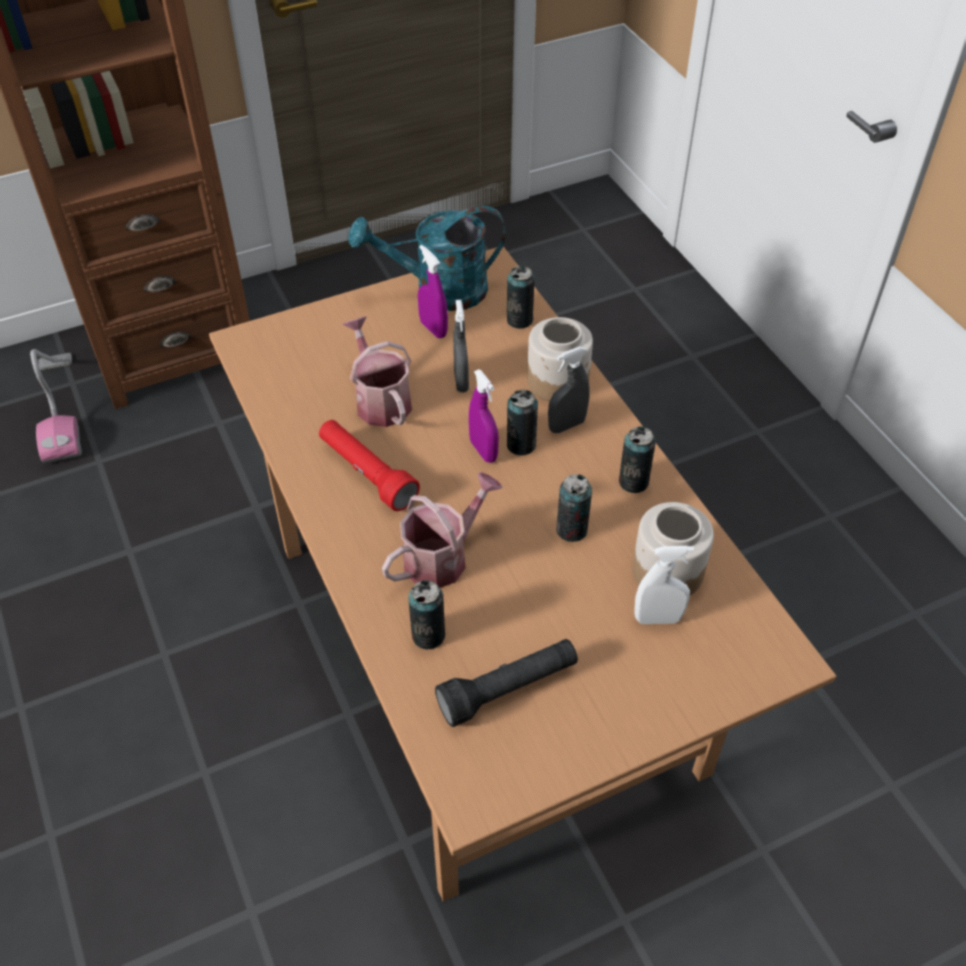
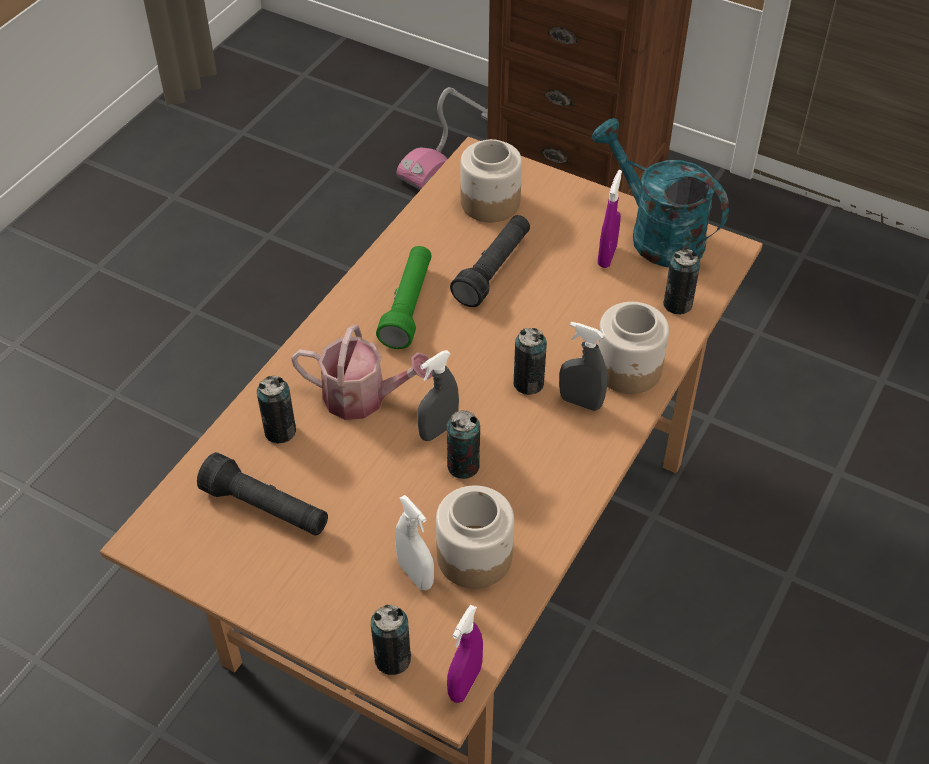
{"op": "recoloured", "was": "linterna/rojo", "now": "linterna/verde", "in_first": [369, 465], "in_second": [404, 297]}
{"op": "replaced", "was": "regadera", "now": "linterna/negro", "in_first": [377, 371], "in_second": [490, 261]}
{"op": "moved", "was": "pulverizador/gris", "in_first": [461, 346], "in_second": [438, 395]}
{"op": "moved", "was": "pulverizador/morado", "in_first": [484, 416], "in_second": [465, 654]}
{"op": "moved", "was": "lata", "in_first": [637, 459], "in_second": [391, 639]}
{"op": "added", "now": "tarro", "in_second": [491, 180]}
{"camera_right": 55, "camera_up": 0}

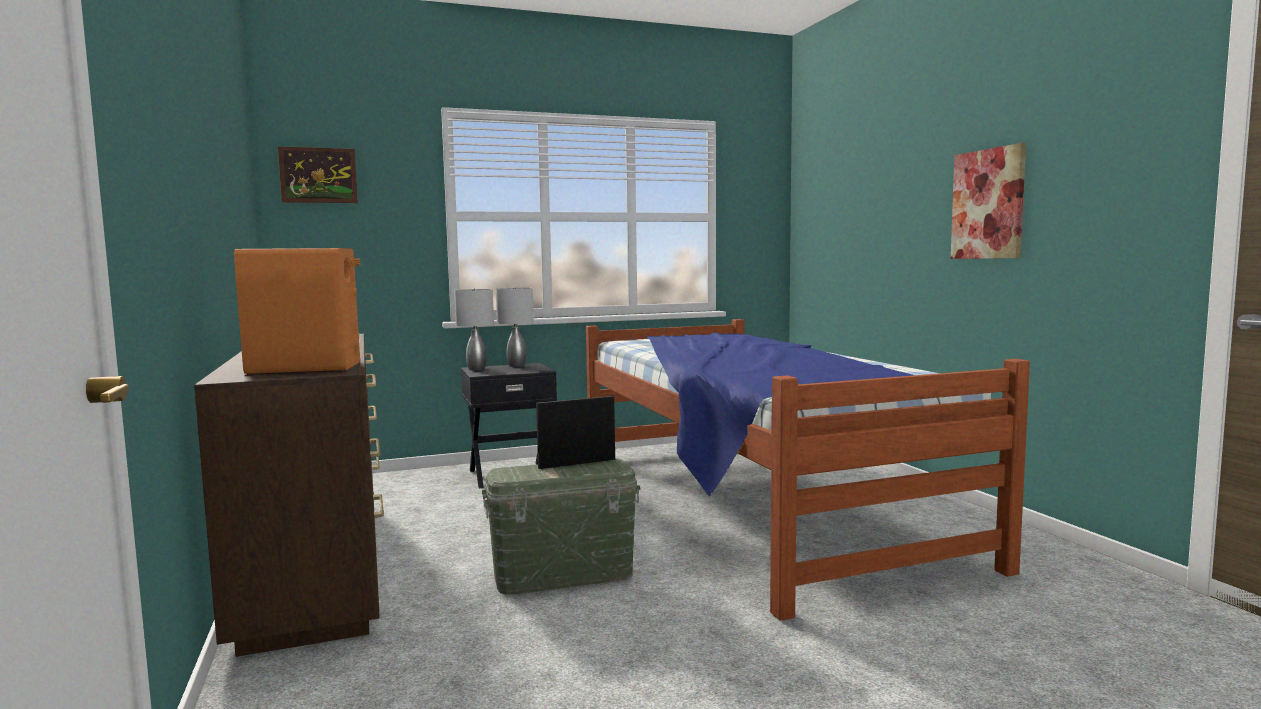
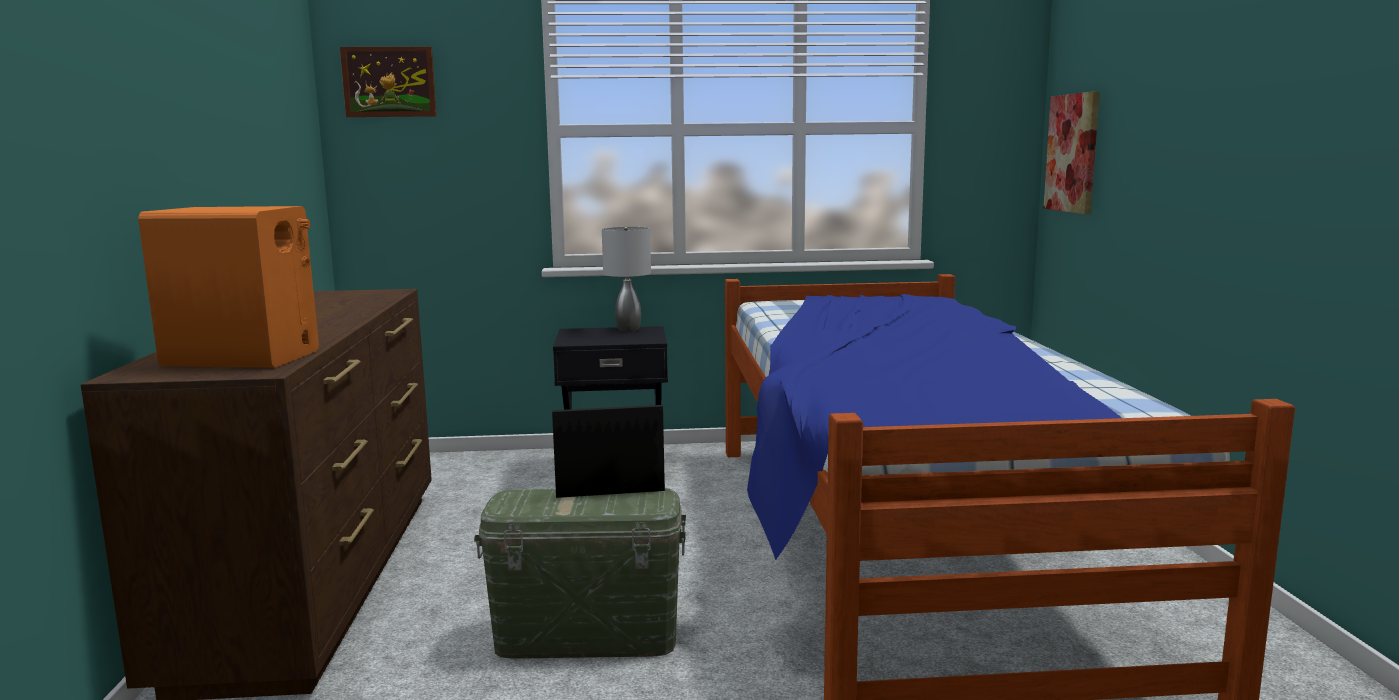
{"op": "removed", "was": "lámpara de mesa/gris", "in_first": [474, 329]}
{"op": "moved", "was": "cuadro", "in_first": [988, 201], "in_second": [1071, 152]}
{"camera_right": 15, "camera_up": 5}

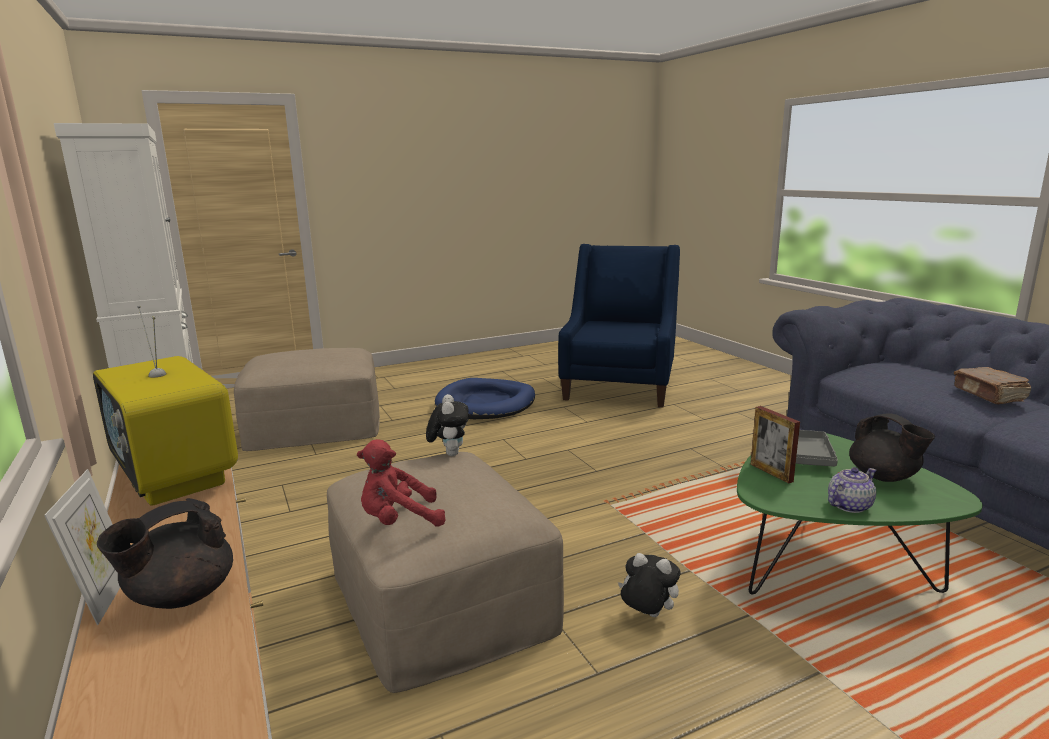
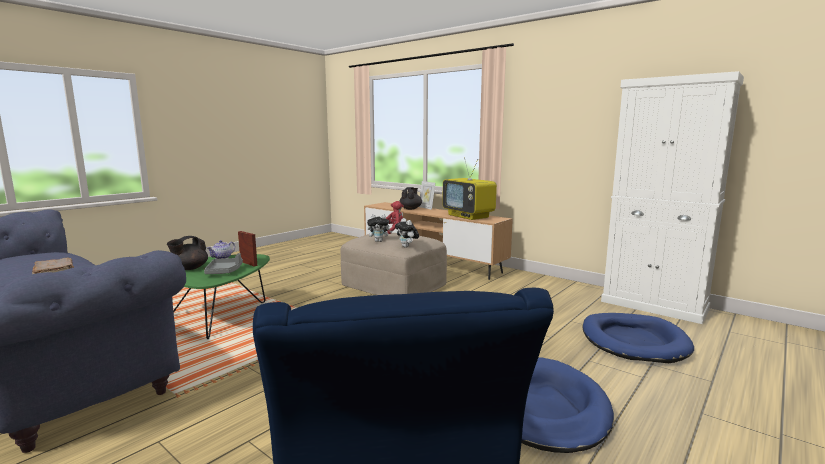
{"op": "turned", "was": "televisor", "in_first": [165, 405], "in_second": [469, 188], "clockwise": -150}
{"op": "replaced", "was": "puf/beis", "now": "cama para perro/azul", "in_first": [307, 399], "in_second": [638, 338]}
{"op": "moved", "was": "peluche", "in_first": [649, 585], "in_second": [379, 228]}
{"op": "turned", "was": "tetera/negro", "in_first": [892, 447], "in_second": [187, 253], "clockwise": -90}
{"camera_right": 155, "camera_up": -5}

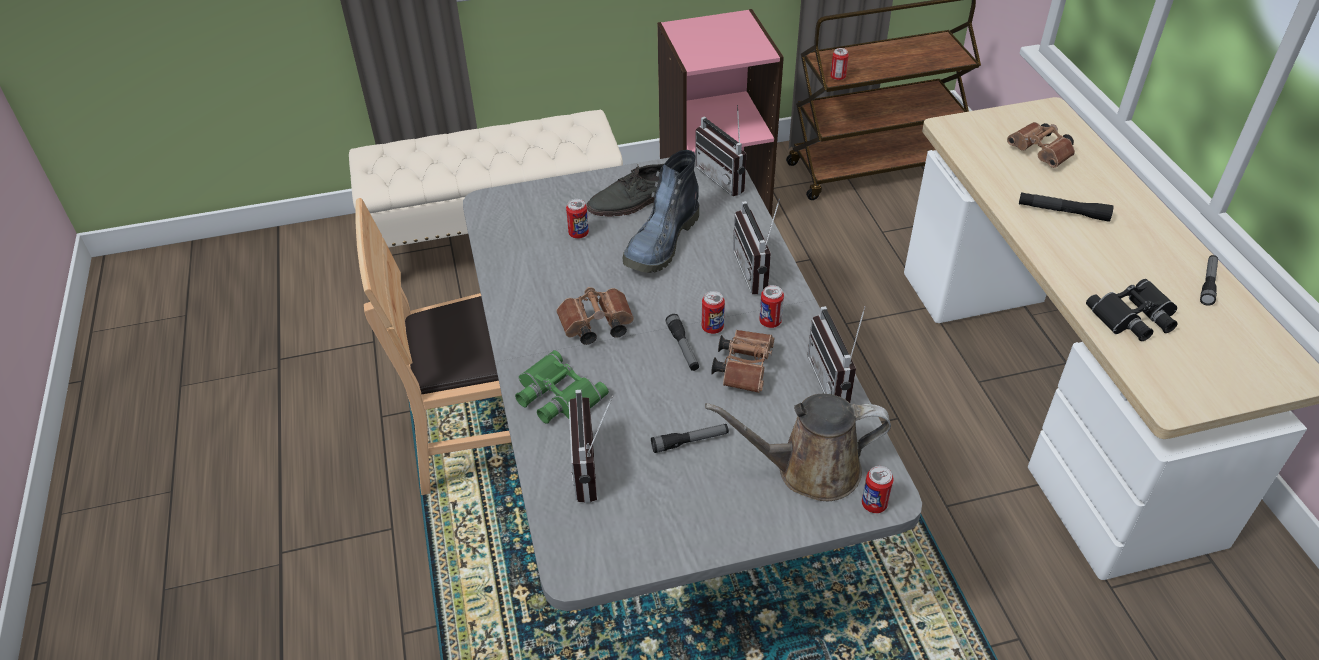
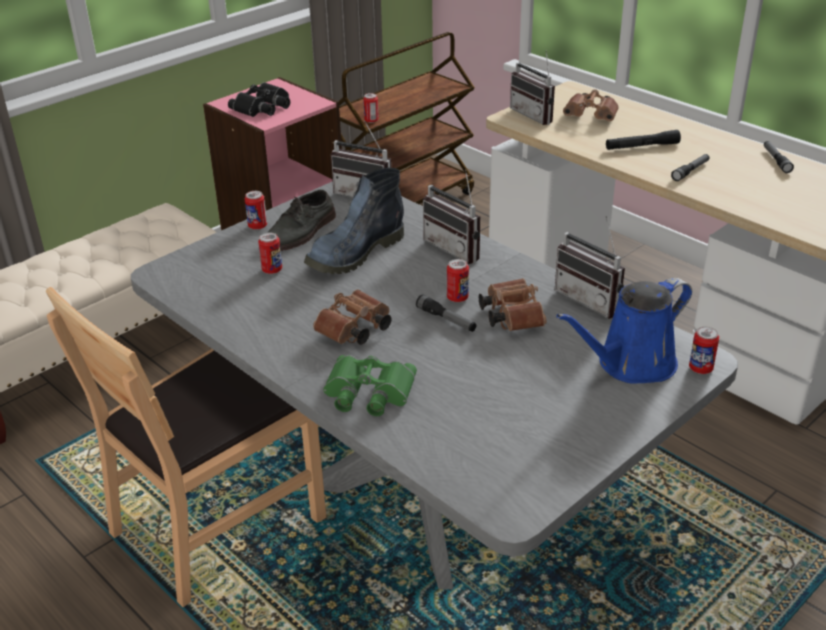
{"op": "moved", "was": "radio", "in_first": [590, 446], "in_second": [532, 87]}
{"op": "turned", "was": "bota", "in_first": [660, 211], "in_second": [354, 221], "clockwise": 45}
{"op": "moved", "was": "linterna", "in_first": [690, 438], "in_second": [690, 167]}
{"op": "recoloured", "was": "regadera/marrón", "now": "regadera/azul", "in_first": [798, 447], "in_second": [624, 331]}
{"op": "moved", "was": "lata", "in_first": [771, 306], "in_second": [256, 210]}
{"op": "moved", "was": "prismáticos/negro", "in_first": [1132, 310], "in_second": [259, 99]}
{"camera_right": -30, "camera_up": -10}

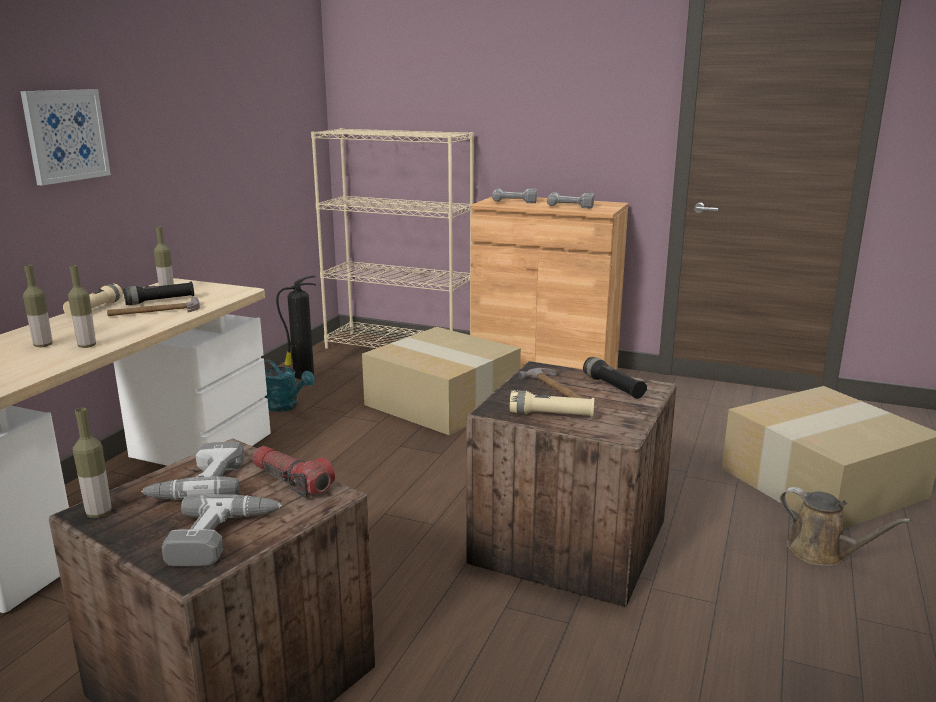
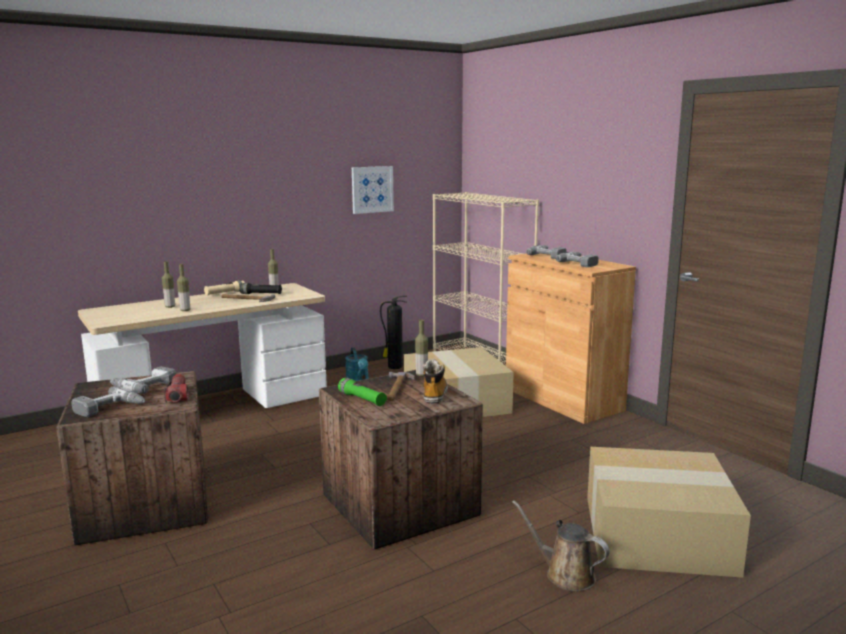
{"op": "moved", "was": "cuadro", "in_first": [65, 137], "in_second": [373, 190]}
{"op": "moved", "was": "botella", "in_first": [92, 463], "in_second": [421, 348]}
{"op": "recoloured", "was": "linterna/beis", "now": "linterna/verde", "in_first": [552, 403], "in_second": [362, 392]}
{"op": "replaced", "was": "linterna/negro", "now": "bota", "in_first": [615, 378], "in_second": [435, 381]}
{"op": "turned", "was": "regadera/marrón", "in_first": [845, 526], "in_second": [561, 546], "clockwise": 135}
{"camera_right": 35, "camera_up": -5}

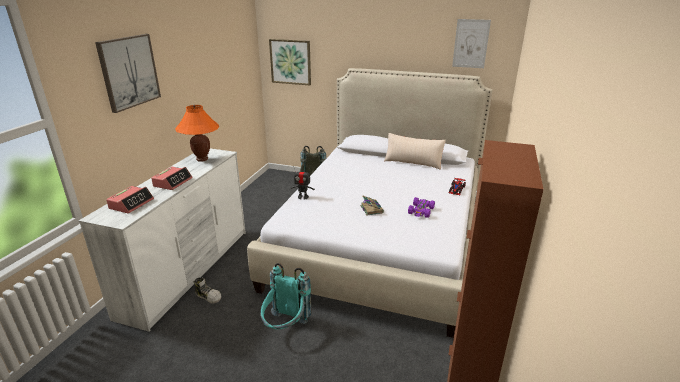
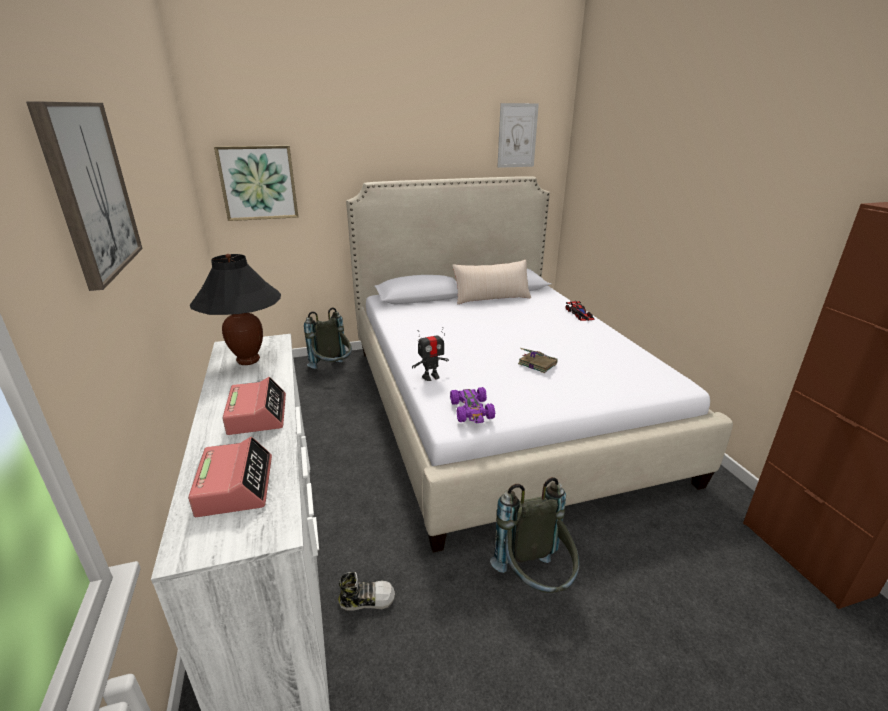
{"op": "recoloured", "was": "lámpara de mesa/naranja", "now": "lámpara de mesa/negro", "in_first": [197, 133], "in_second": [235, 309]}
{"op": "recoloured", "was": "mochila/turquesa", "now": "mochila/gris", "in_first": [285, 296], "in_second": [534, 535]}
{"op": "moved", "was": "coche de juguete/morado", "in_first": [421, 207], "in_second": [472, 405]}
{"camera_right": -35, "camera_up": 0}

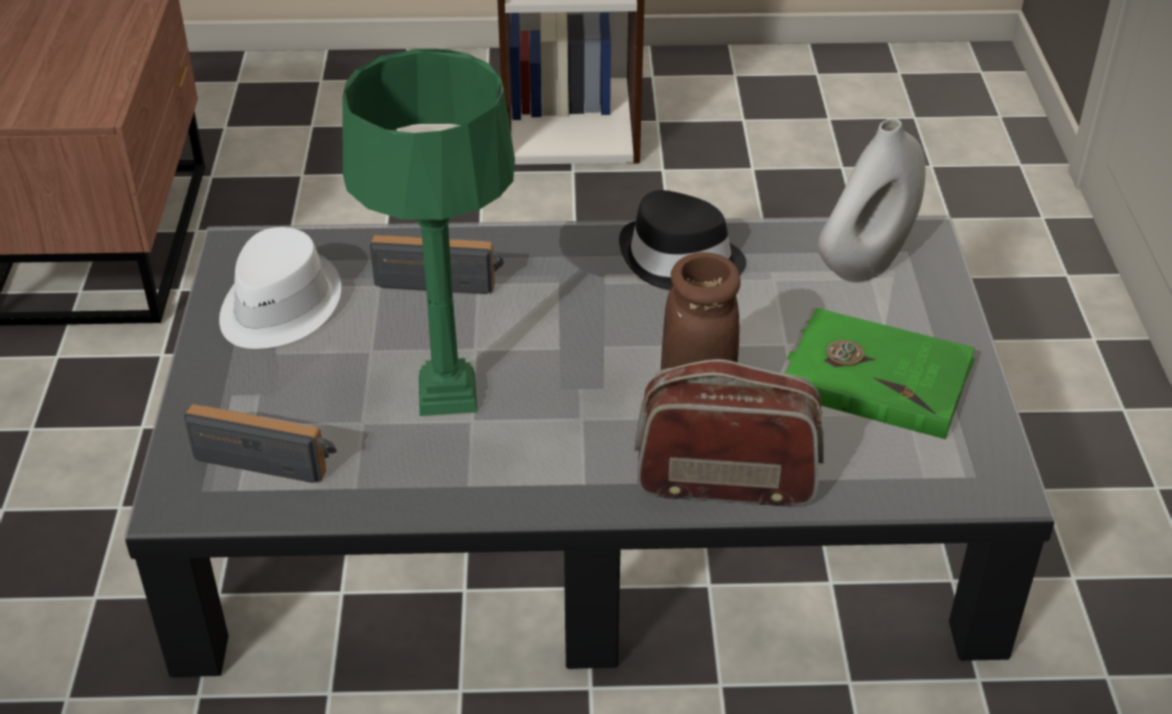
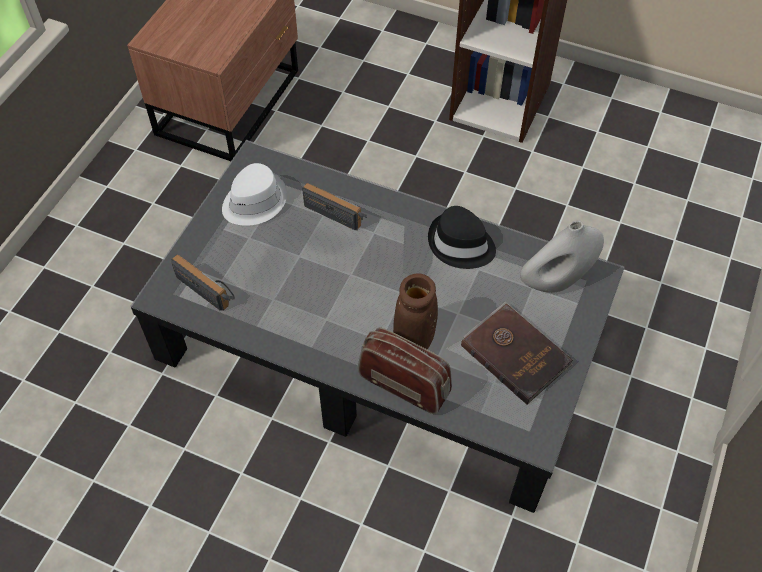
{"op": "removed", "was": "lámpara de mesa/verde", "in_first": [428, 232]}
{"op": "recoloured", "was": "libro/verde", "now": "libro/marrón", "in_first": [878, 373], "in_second": [517, 352]}
{"camera_right": 25, "camera_up": 15}

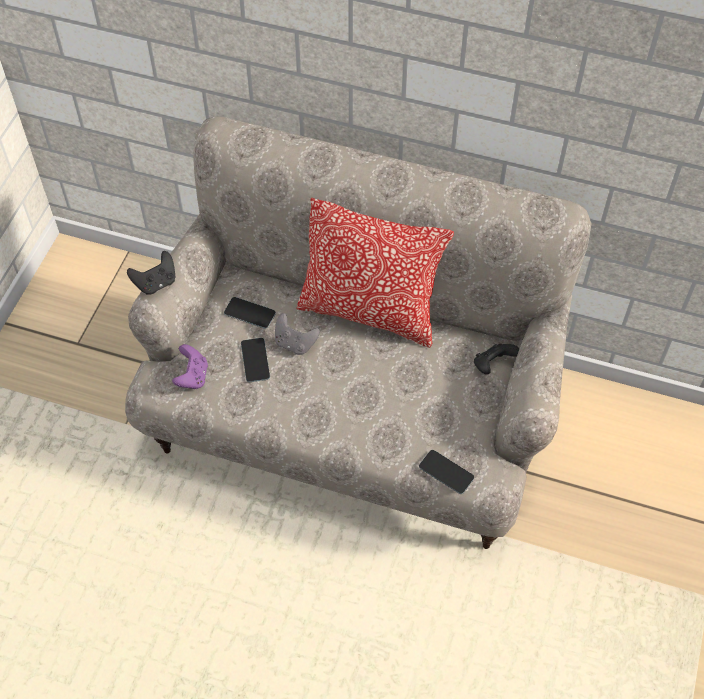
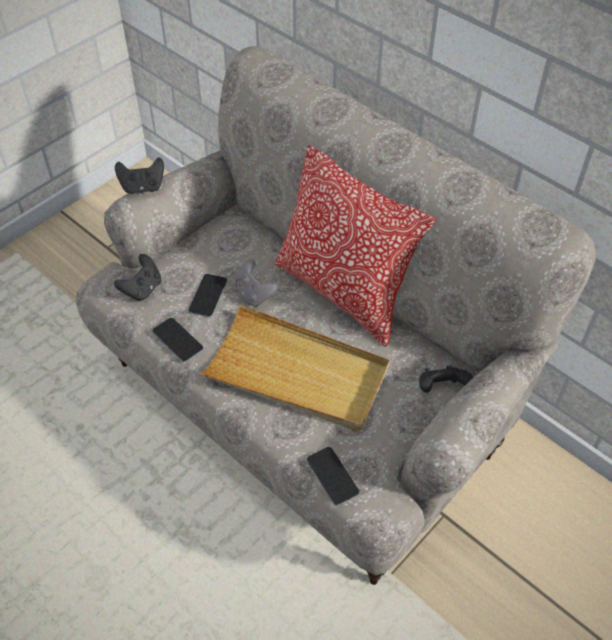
{"op": "recoloured", "was": "mando de consola/morado", "now": "mando de consola/negro", "in_first": [190, 366], "in_second": [137, 277]}
{"op": "moved", "was": "móvil", "in_first": [250, 313], "in_second": [178, 340]}
{"op": "added", "now": "bandeja/beis", "in_second": [294, 367]}
{"camera_right": 25, "camera_up": -5}

